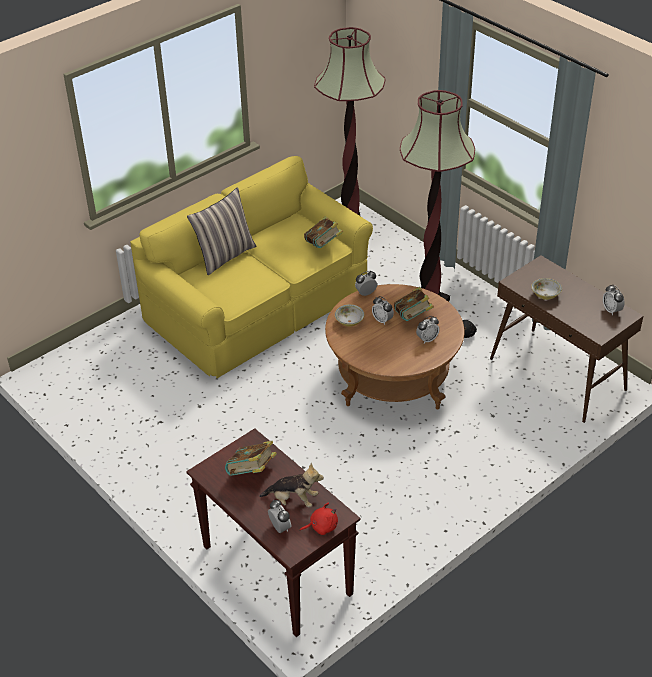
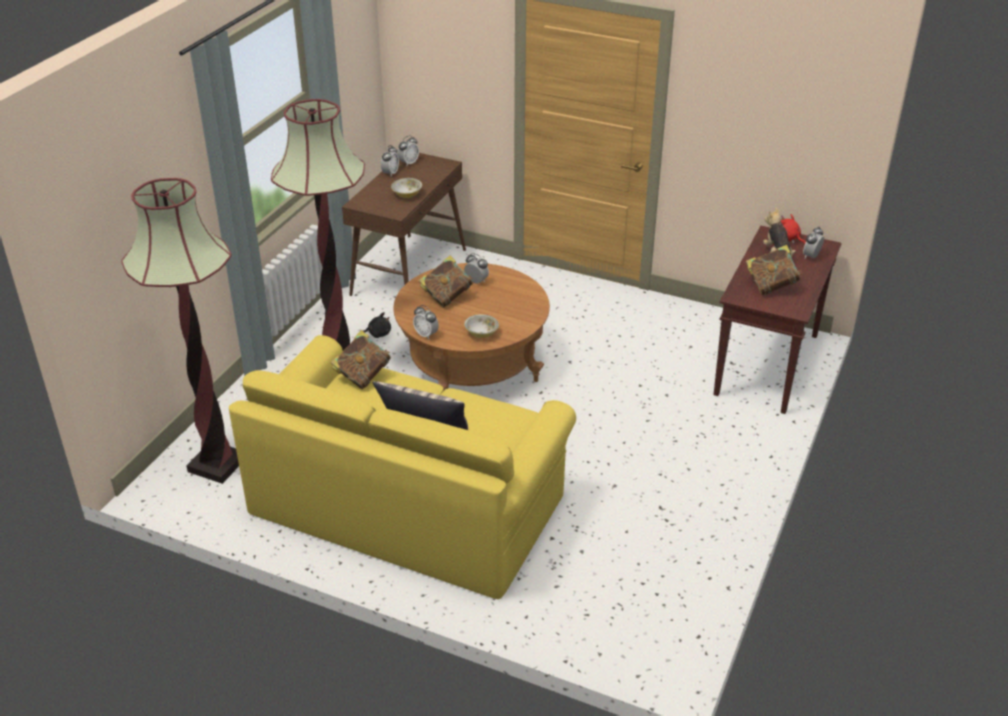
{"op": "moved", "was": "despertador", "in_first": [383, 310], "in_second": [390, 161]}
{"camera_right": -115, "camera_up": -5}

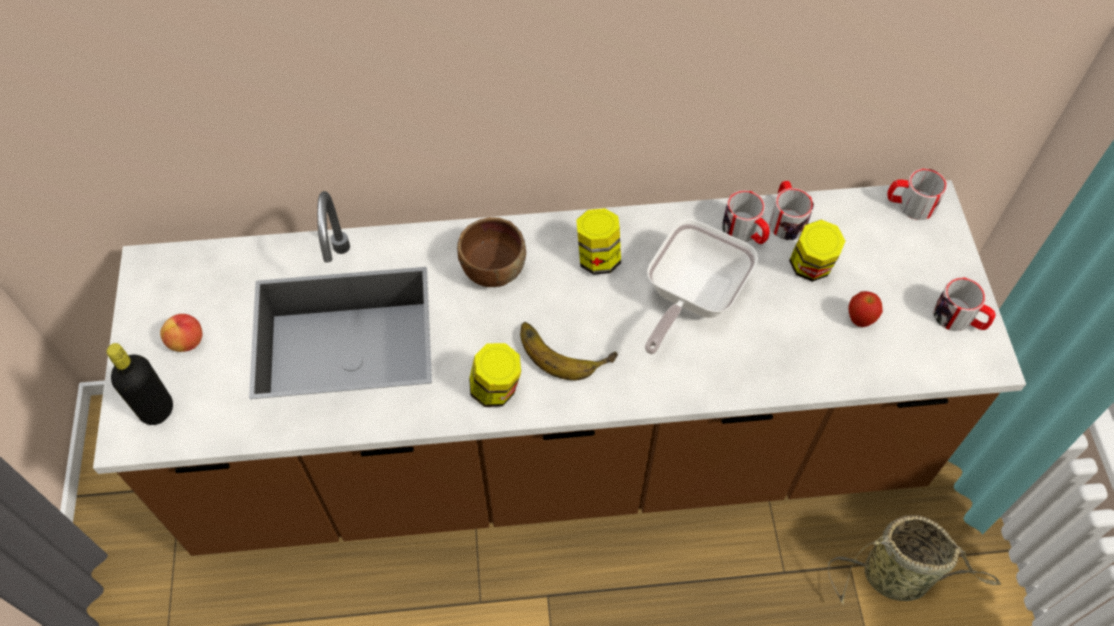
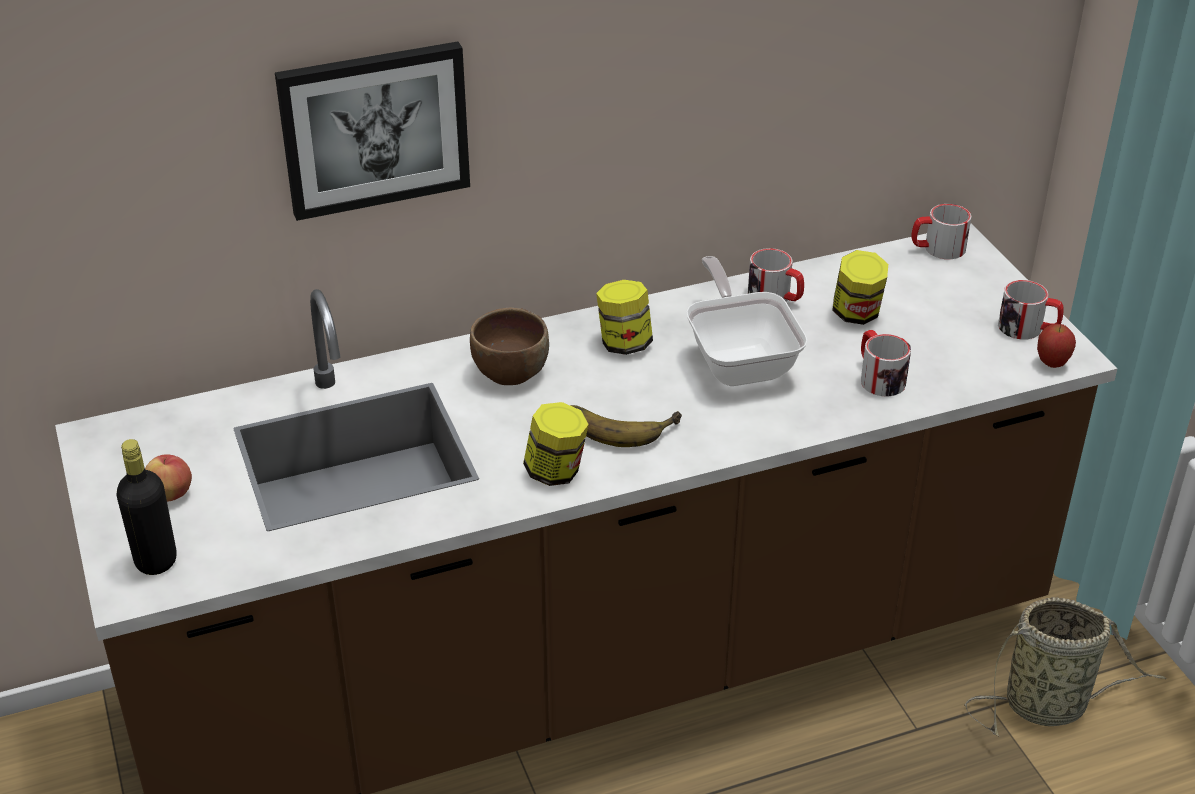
{"op": "turned", "was": "sartén", "in_first": [701, 286], "in_second": [747, 321], "clockwise": 150}
{"op": "moved", "was": "taza grande", "in_first": [791, 210], "in_second": [886, 363]}
{"op": "moved", "was": "manzana", "in_first": [865, 309], "in_second": [1056, 346]}
{"op": "added", "now": "cuadro", "in_second": [372, 131]}
{"camera_right": -15, "camera_up": -20}

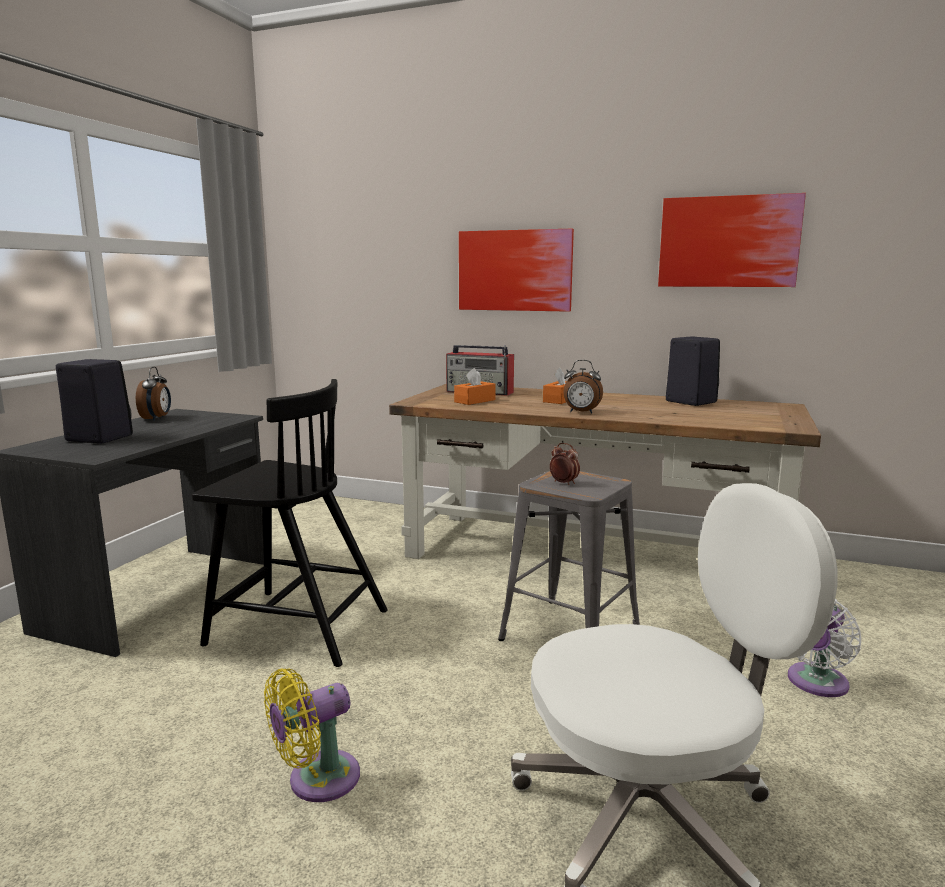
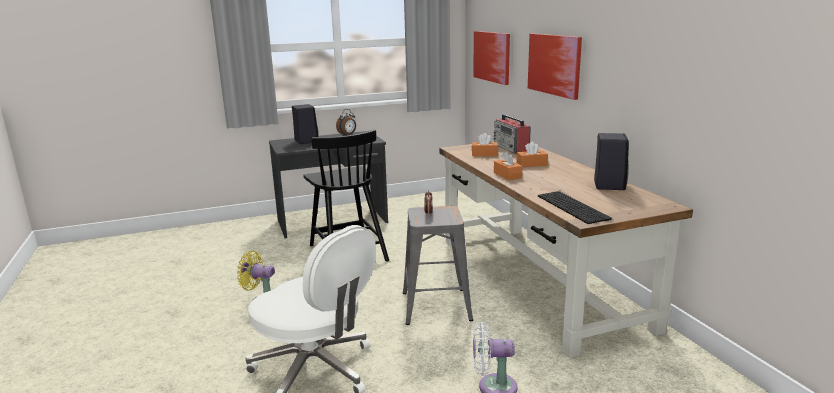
{"op": "replaced", "was": "despertador", "now": "caja de pañuelos/naranja", "in_first": [583, 387], "in_second": [508, 165]}
{"op": "moved", "was": "cuadro", "in_first": [732, 240], "in_second": [491, 58]}
{"op": "added", "now": "teclado", "in_second": [575, 207]}
{"camera_right": 50, "camera_up": 5}

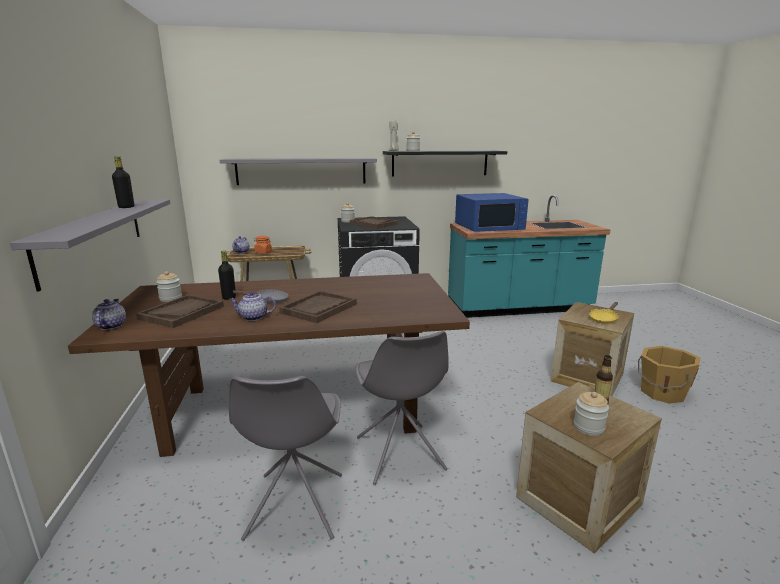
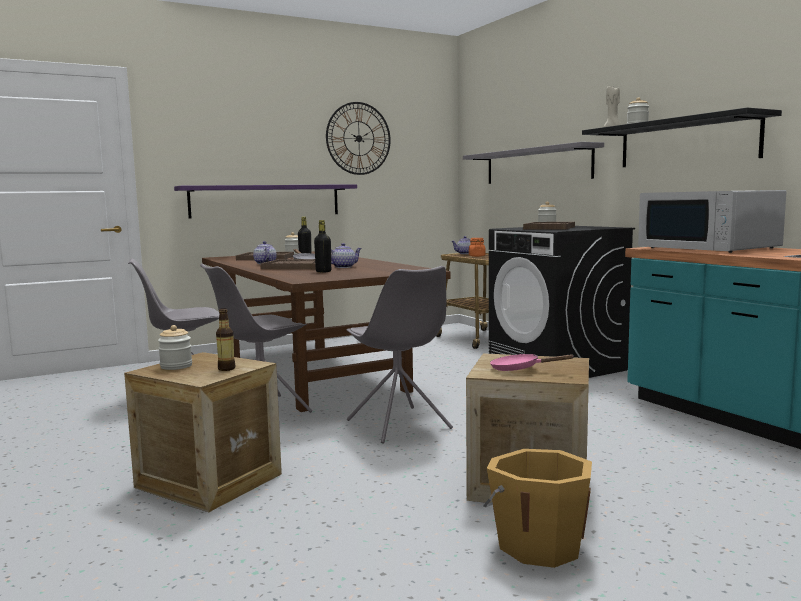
{"op": "recoloured", "was": "estante/gris", "now": "estante/morado", "in_first": [90, 245], "in_second": [265, 201]}
{"op": "moved", "was": "tetera", "in_first": [109, 314], "in_second": [346, 255]}
{"op": "moved", "was": "botella/negro", "in_first": [123, 182], "in_second": [322, 246]}
{"op": "recoloured", "was": "microondas/azul", "now": "microondas/blanco", "in_first": [492, 212], "in_second": [712, 221]}
{"op": "recoloured", "was": "sartén/amarillo", "now": "sartén/rosa", "in_first": [604, 313], "in_second": [532, 362]}
{"op": "added", "now": "reloj de pared", "in_second": [358, 138]}
{"op": "added", "now": "silla/gris", "in_second": [399, 355]}
{"camera_right": 70, "camera_up": -10}

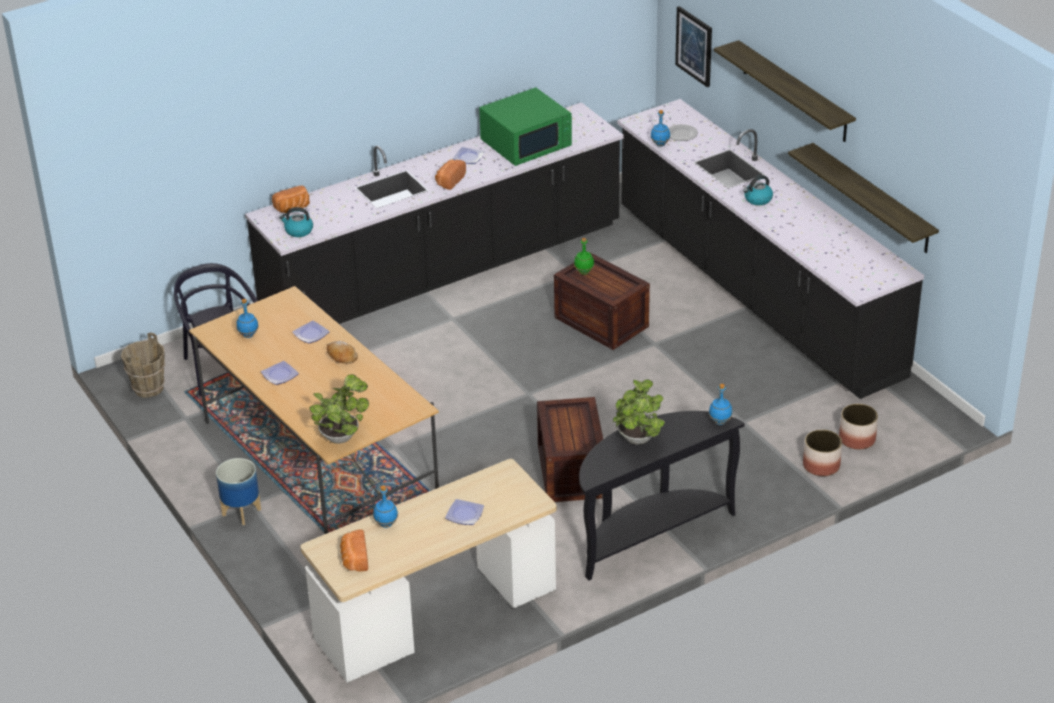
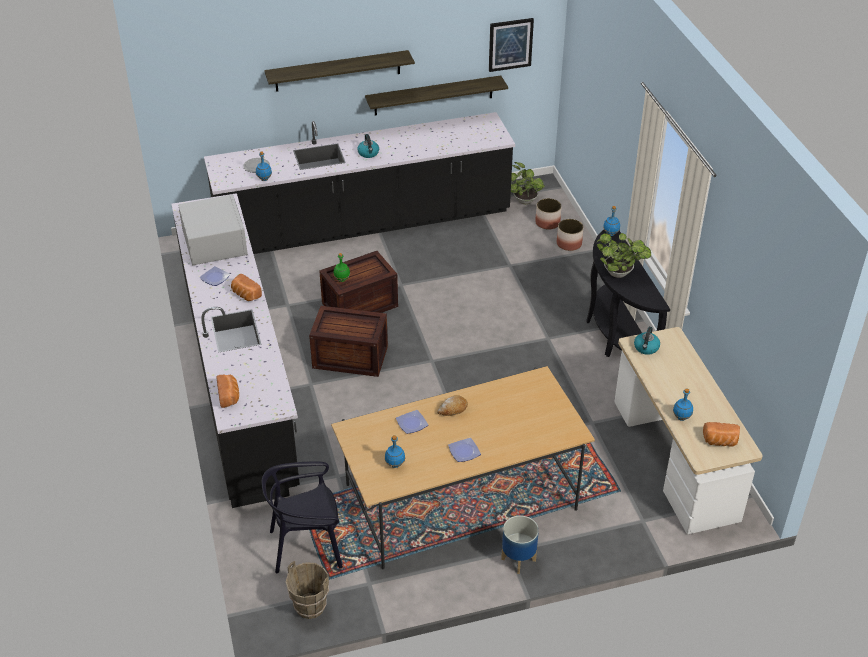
{"op": "moved", "was": "hervidor", "in_first": [296, 222], "in_second": [647, 341]}
{"op": "moved", "was": "planta en maceta", "in_first": [339, 409], "in_second": [528, 183]}
{"op": "removed", "was": "plato", "in_first": [464, 512]}
{"op": "recoloured", "was": "microondas/verde", "now": "microondas/blanco", "in_first": [525, 126], "in_second": [213, 229]}
{"op": "moved", "was": "caja de embalaje", "in_first": [570, 449], "in_second": [348, 341]}
{"op": "moved", "was": "cuadro", "in_first": [693, 46], "in_second": [511, 45]}
{"camera_right": -75, "camera_up": 5}

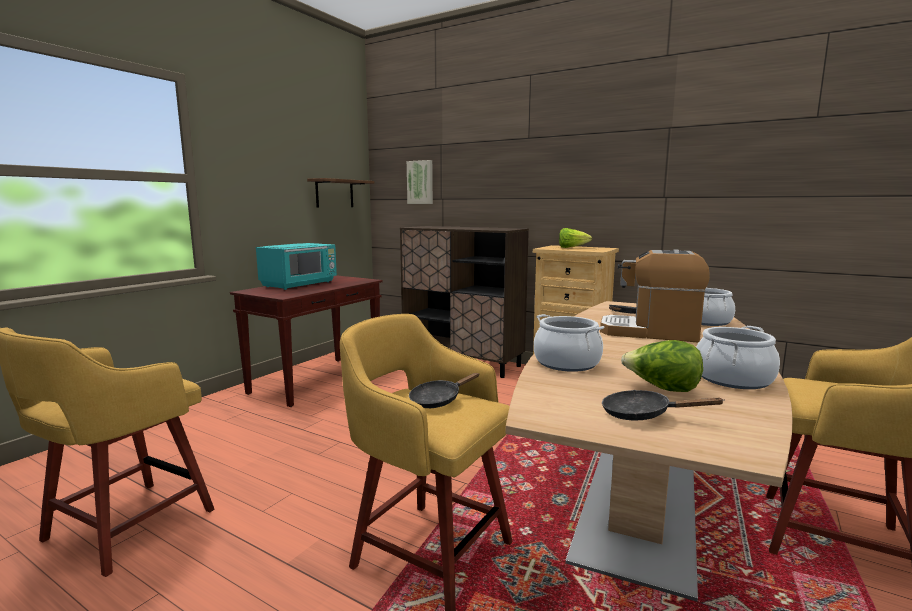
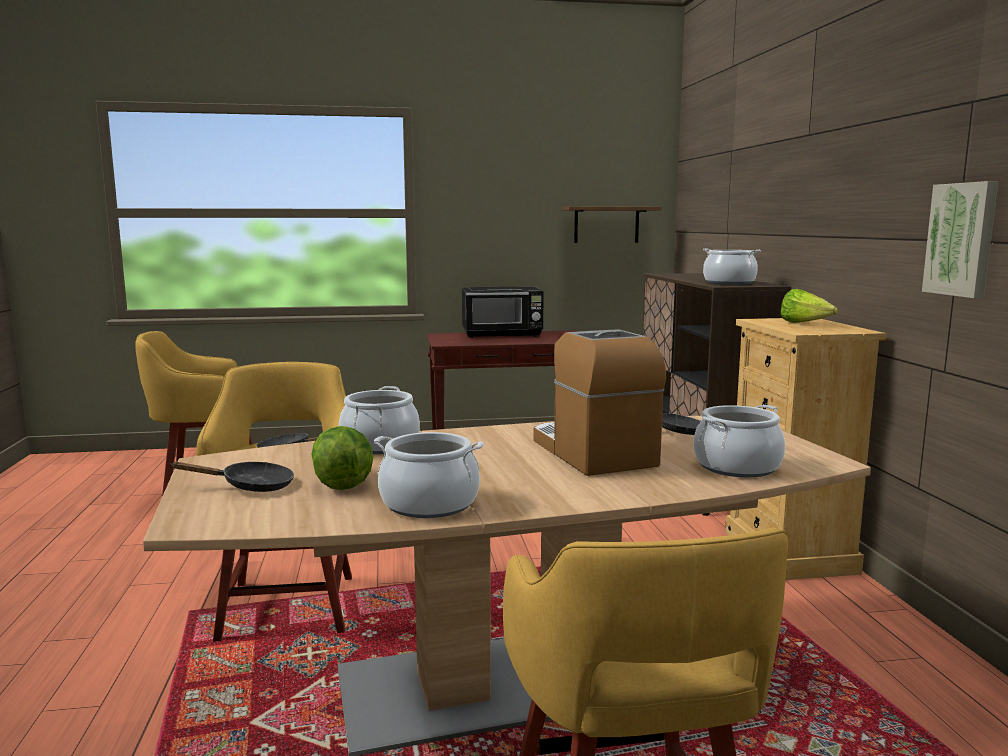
{"op": "recoloured", "was": "microondas/turquesa", "now": "microondas/negro", "in_first": [296, 266], "in_second": [503, 312]}
{"op": "moved", "was": "cuadro", "in_first": [420, 182], "in_second": [960, 239]}
{"op": "turned", "was": "sartén/negro", "in_first": [663, 405], "in_second": [232, 477], "clockwise": 105}
{"op": "added", "now": "olla", "in_second": [732, 267]}
{"camera_right": 50, "camera_up": 0}

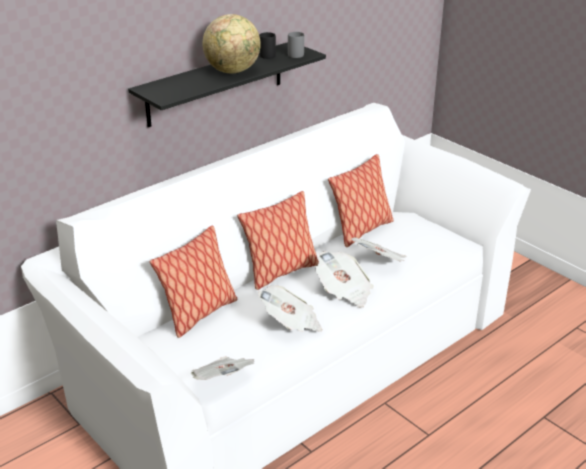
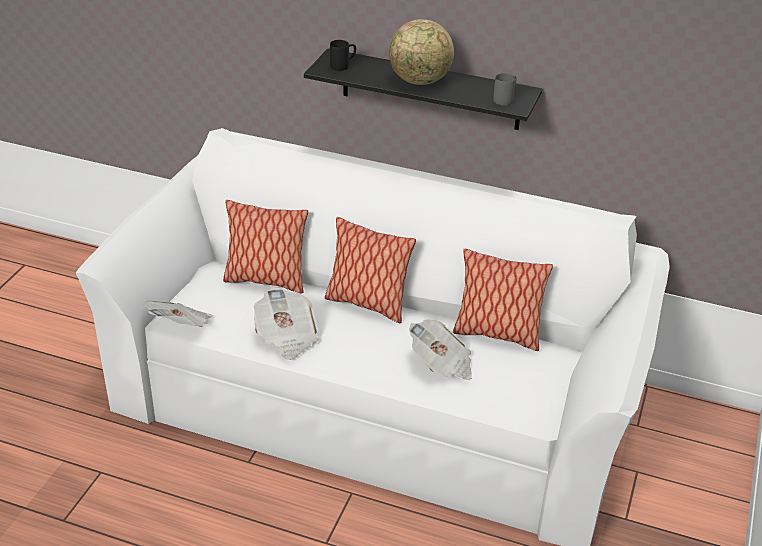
{"op": "moved", "was": "taza grande/negro", "in_first": [267, 45], "in_second": [343, 55]}
{"op": "removed", "was": "periódico", "in_first": [344, 279]}
{"camera_right": 60, "camera_up": 5}

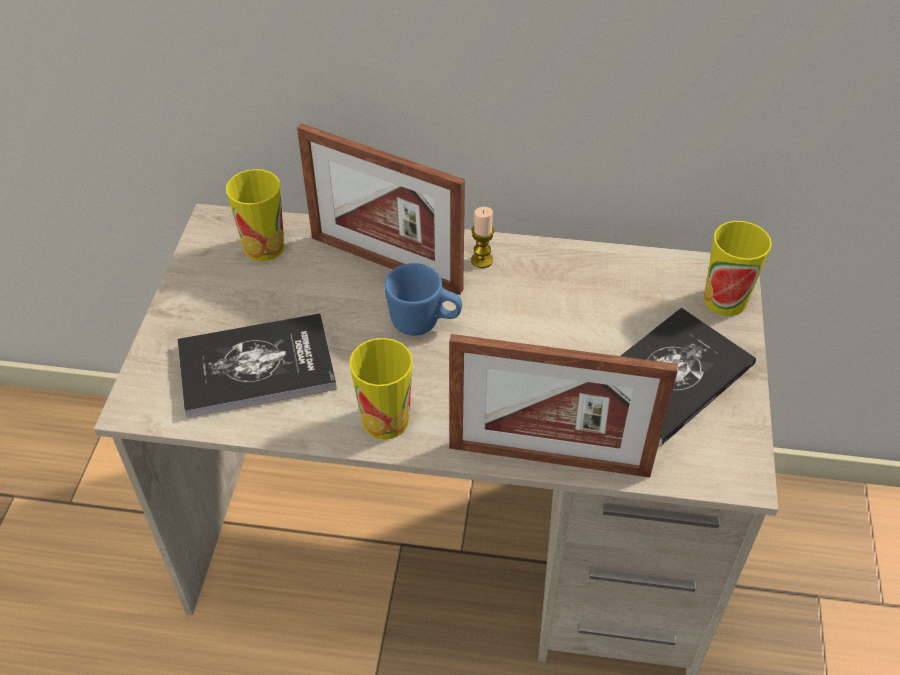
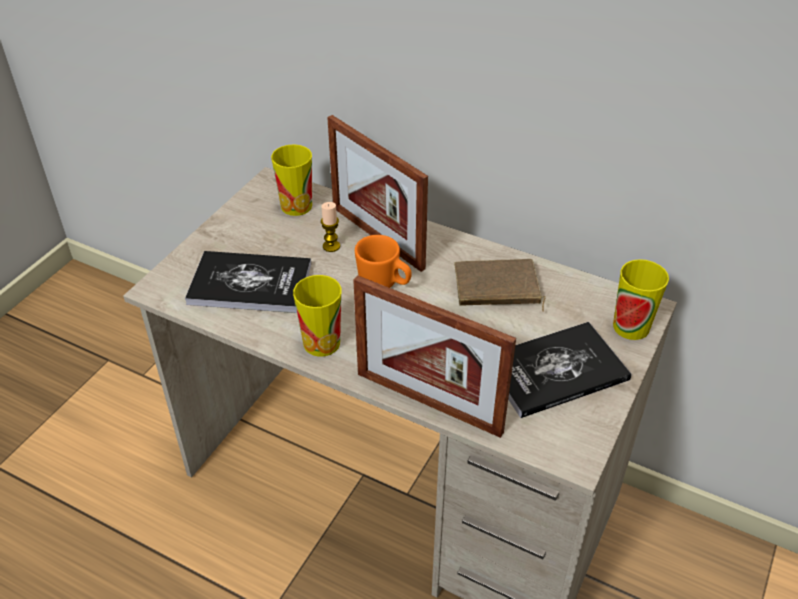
{"op": "recoloured", "was": "taza grande/azul", "now": "taza grande/naranja", "in_first": [423, 299], "in_second": [383, 261]}
{"op": "moved", "was": "vela", "in_first": [482, 237], "in_second": [330, 227]}
{"op": "added", "now": "libro/marrón", "in_second": [500, 285]}
{"camera_right": 20, "camera_up": -5}

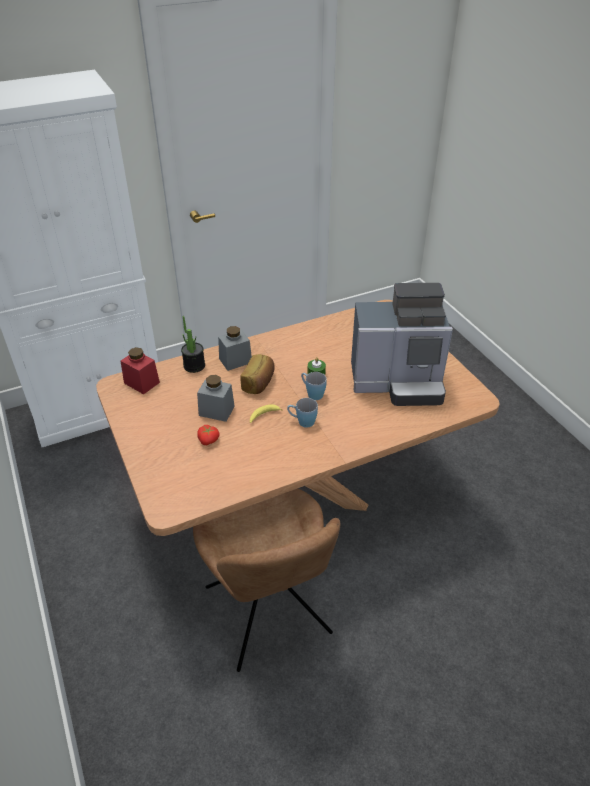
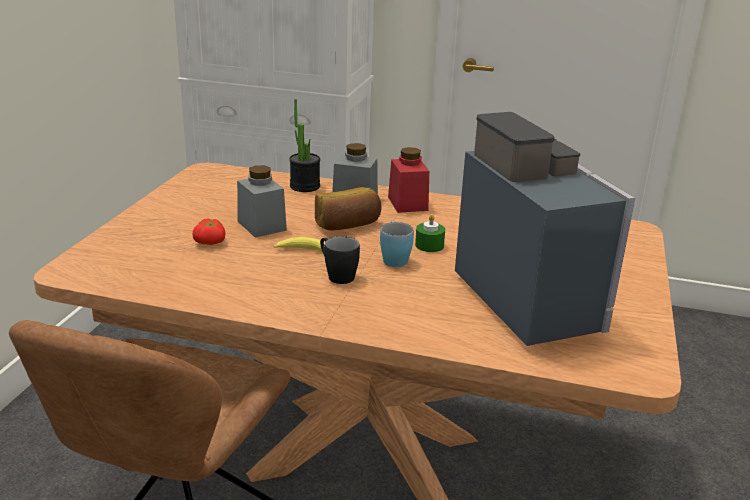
{"op": "moved", "was": "tarro/rojo", "in_first": [140, 370], "in_second": [408, 180]}
{"op": "recoloured", "was": "taza grande/azul", "now": "taza grande/negro", "in_first": [302, 413], "in_second": [340, 260]}
{"op": "turned", "was": "cafetera", "in_first": [402, 344], "in_second": [545, 229], "clockwise": -150}
{"camera_right": 40, "camera_up": -15}

